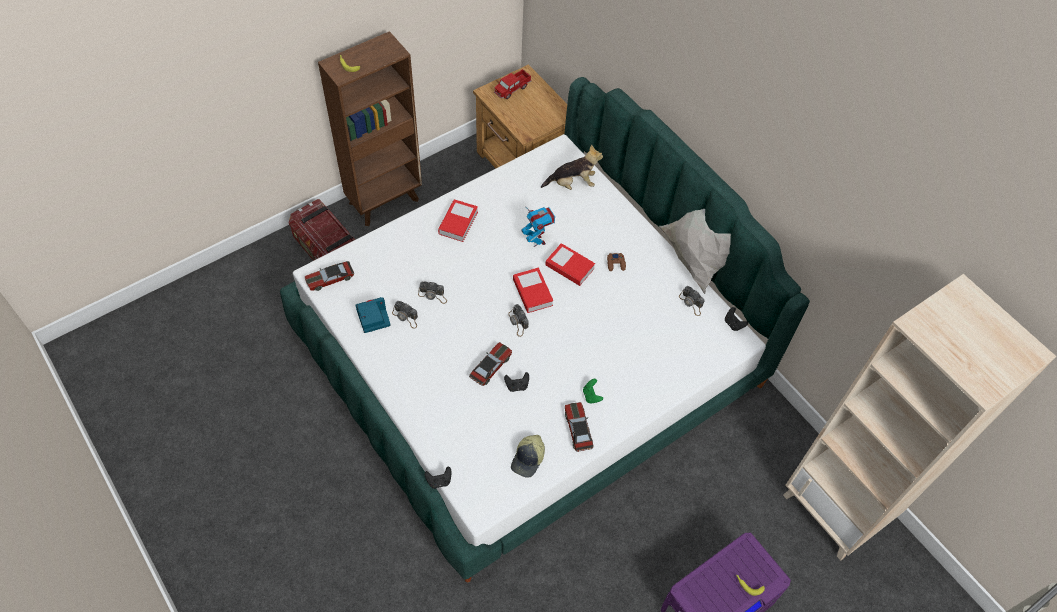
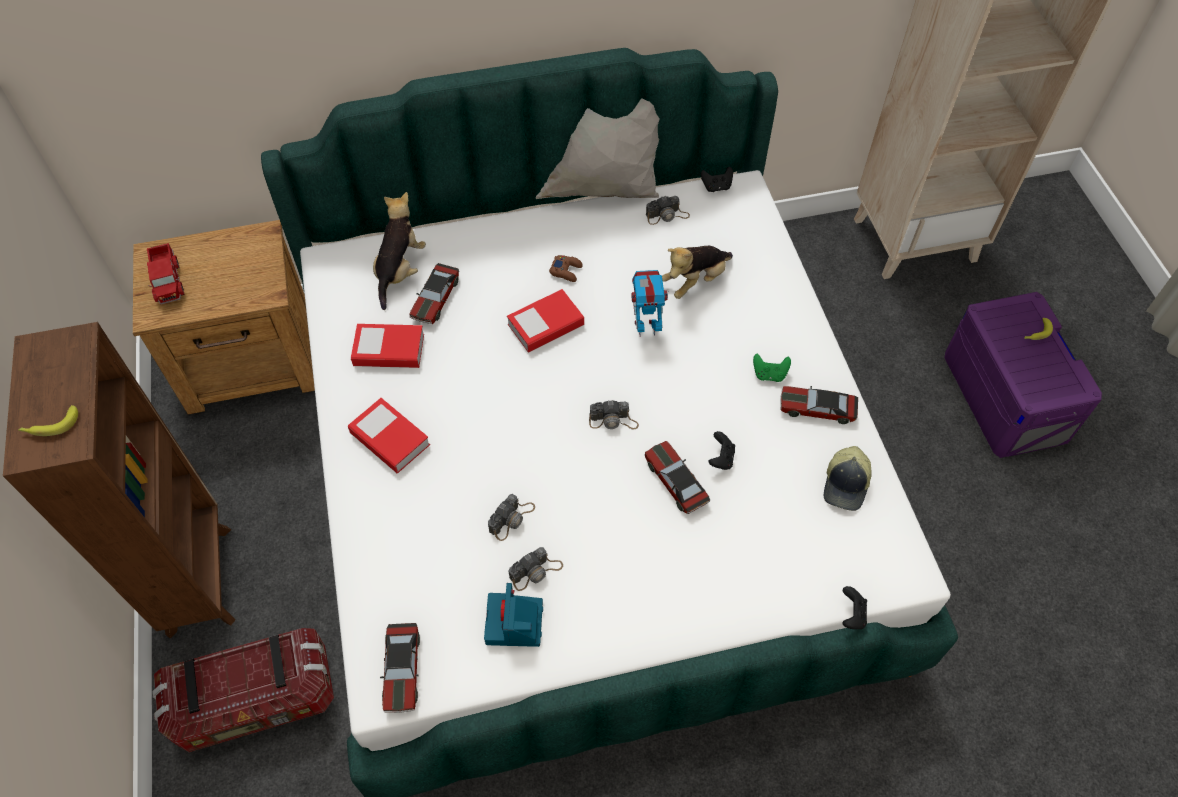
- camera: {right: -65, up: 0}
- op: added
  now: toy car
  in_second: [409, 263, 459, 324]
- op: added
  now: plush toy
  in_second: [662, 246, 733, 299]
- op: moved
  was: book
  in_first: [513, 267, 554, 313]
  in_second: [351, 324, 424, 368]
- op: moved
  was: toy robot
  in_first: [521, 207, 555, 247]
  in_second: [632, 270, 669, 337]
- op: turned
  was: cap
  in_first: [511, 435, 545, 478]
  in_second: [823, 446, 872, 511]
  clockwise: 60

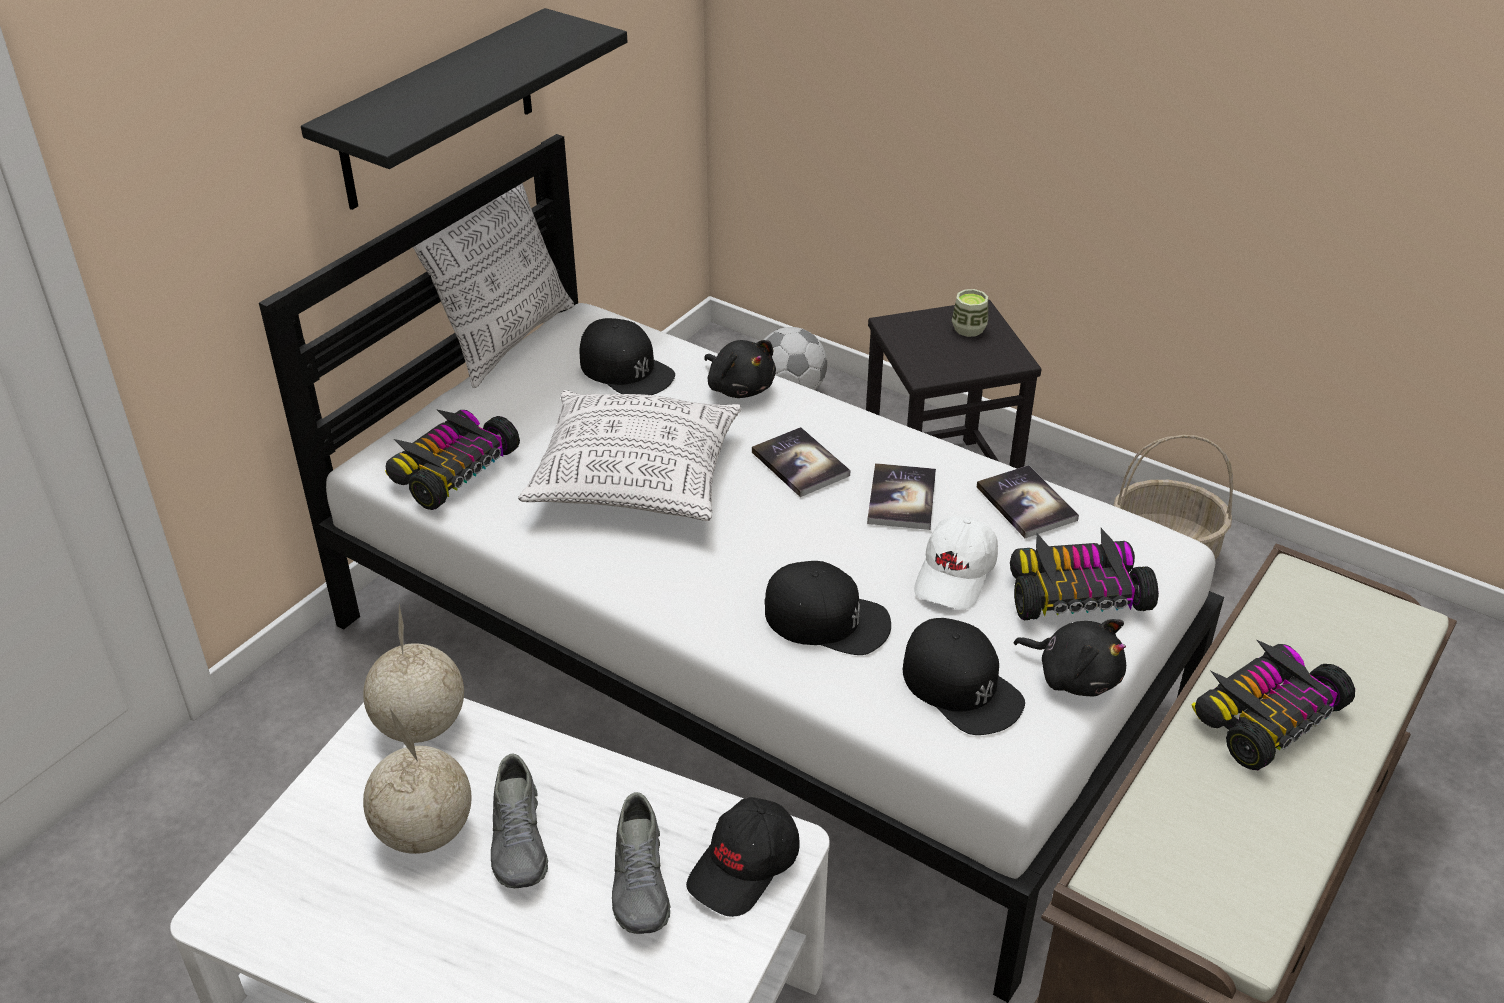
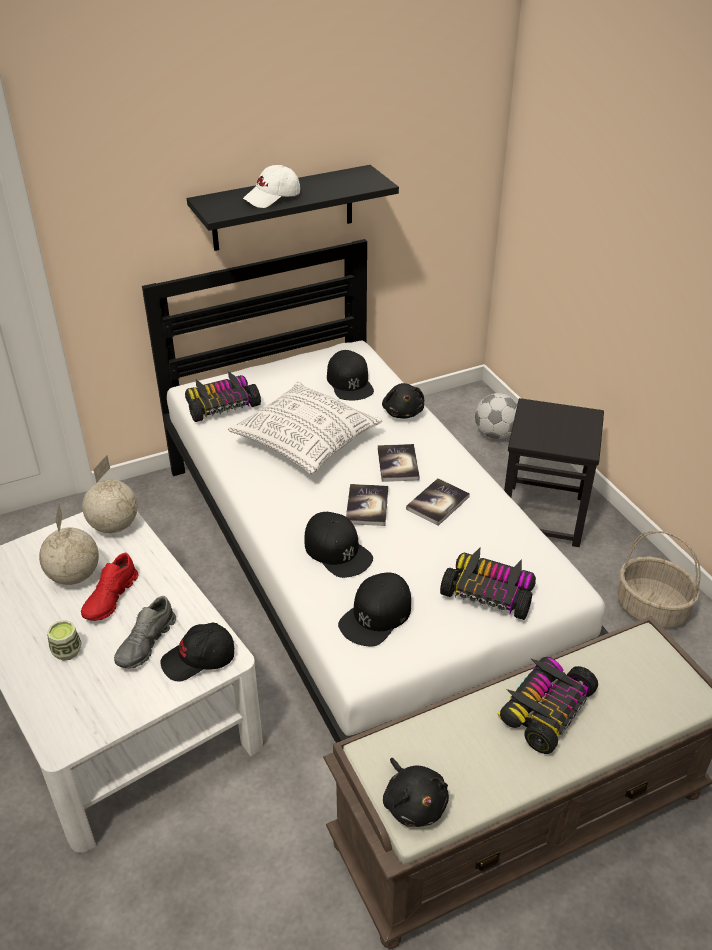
- camera: {right: 30, up: 0}
- op: removed
  was: pillow
  in_first: [413, 183, 574, 388]
- op: moved
  was: cap (white)
  in_first: [914, 516, 998, 610]
  in_second: [243, 165, 300, 208]
- op: moved
  was: cup
  in_first: [952, 289, 988, 337]
  in_second: [47, 620, 82, 661]
- op: moved
  was: book
  in_first: [977, 465, 1079, 538]
  in_second: [346, 484, 388, 526]
- op: moved
  was: plush toy (black)
  in_first: [1013, 619, 1126, 696]
  in_second: [383, 758, 449, 827]
- op: recoloured
  was: shoe (grey)
  now: shoe (red)
  in_first: [491, 753, 548, 888]
  in_second: [81, 553, 138, 621]
- op: turned
  was: cap (black)
  in_first: [903, 618, 1025, 735]
  in_second: [338, 572, 411, 647]
  clockwise: 45
- op: turned
  was: toy car
  in_first: [1191, 640, 1355, 770]
  in_second: [497, 657, 598, 754]
  clockwise: -45

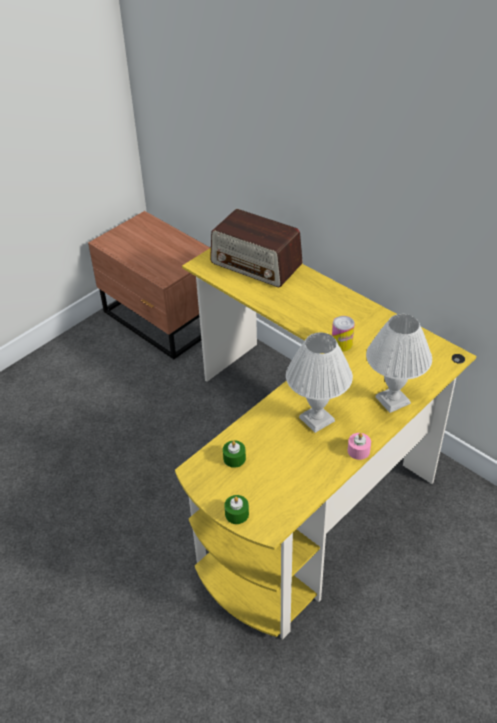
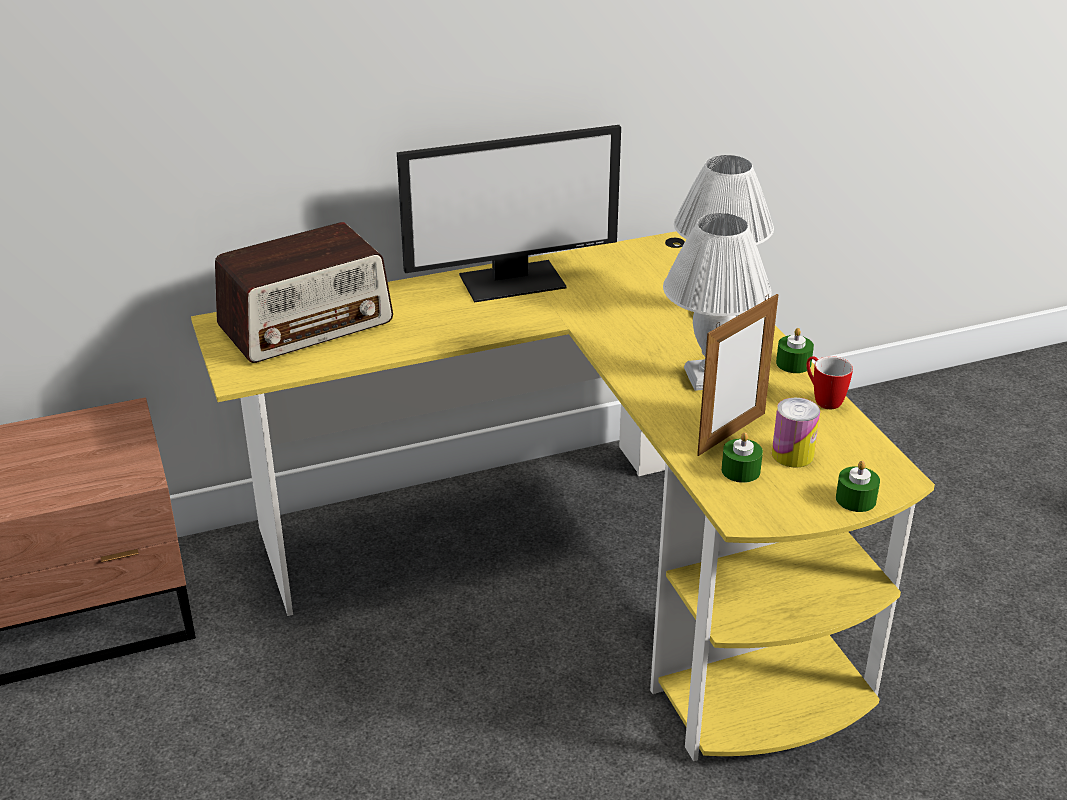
- camera: {right: -65, up: -10}
- op: added
  now: monitor
  in_second: [397, 125, 621, 303]
- op: added
  now: picture frame
  in_second: [697, 294, 778, 456]
- op: added
  now: mug
  in_second: [806, 356, 853, 409]
- op: moved
  was: can
  in_first: [332, 316, 355, 352]
  in_second: [772, 398, 820, 468]
- op: recoloured
  was: candle (pink)
  now: candle (green)
  in_first: [348, 433, 371, 460]
  in_second: [776, 328, 814, 373]

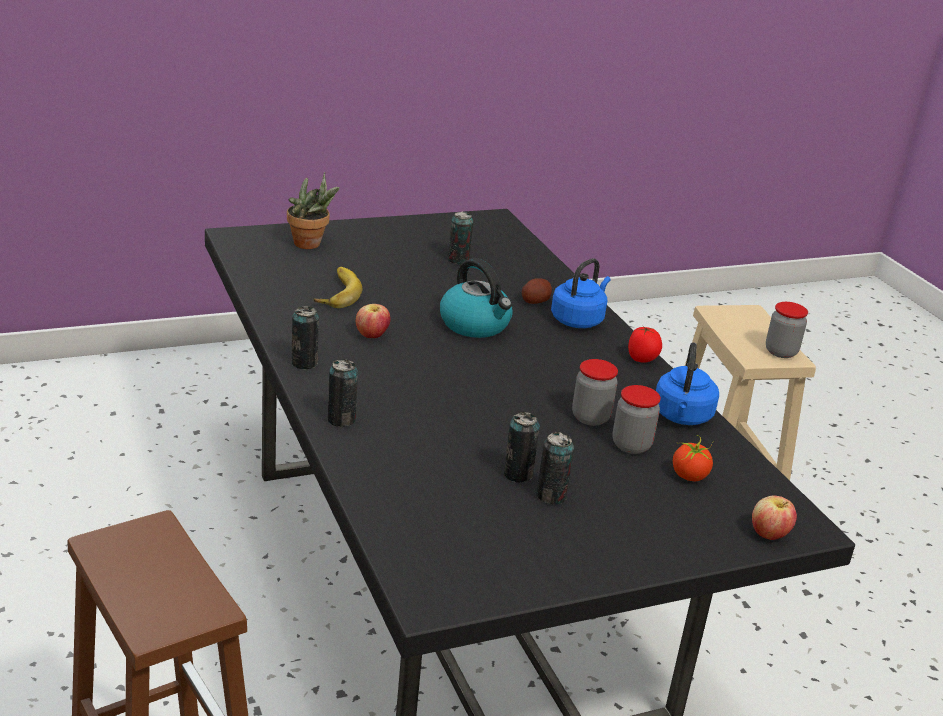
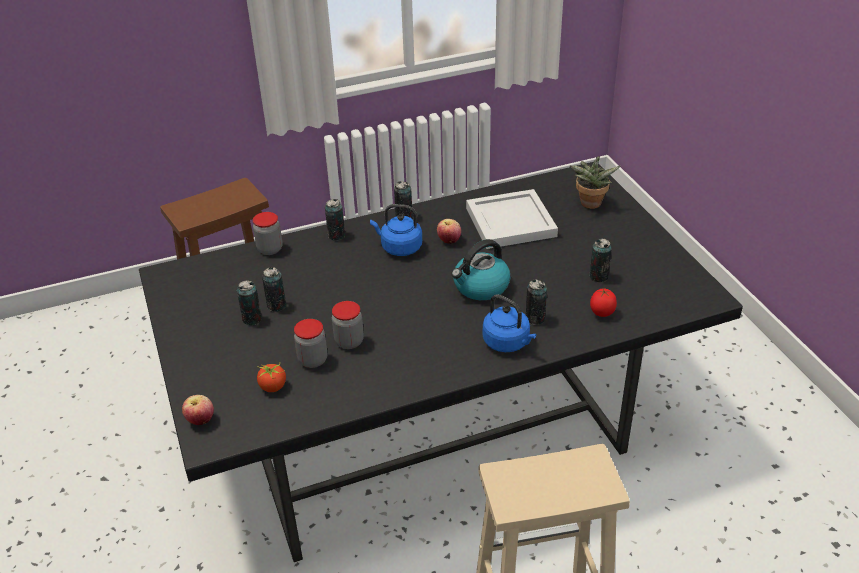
- camera: {right: 95, up: 10}
- op: moved
  was: tomato
  in_first: [628, 326, 662, 363]
  in_second: [590, 289, 617, 317]
- op: moved
  was: kettle (blue)
  in_first: [656, 342, 719, 425]
  in_second: [370, 204, 422, 256]
- op: moved
  was: jar
  in_first: [766, 302, 808, 358]
  in_second: [253, 212, 283, 255]
- op: replaced
  was: banana
  now: tray (white)
  in_first: [314, 267, 362, 308]
  in_second: [466, 189, 558, 249]
- op: replaced
  was: potato
  now: can
  in_first: [522, 278, 552, 304]
  in_second: [526, 279, 547, 325]

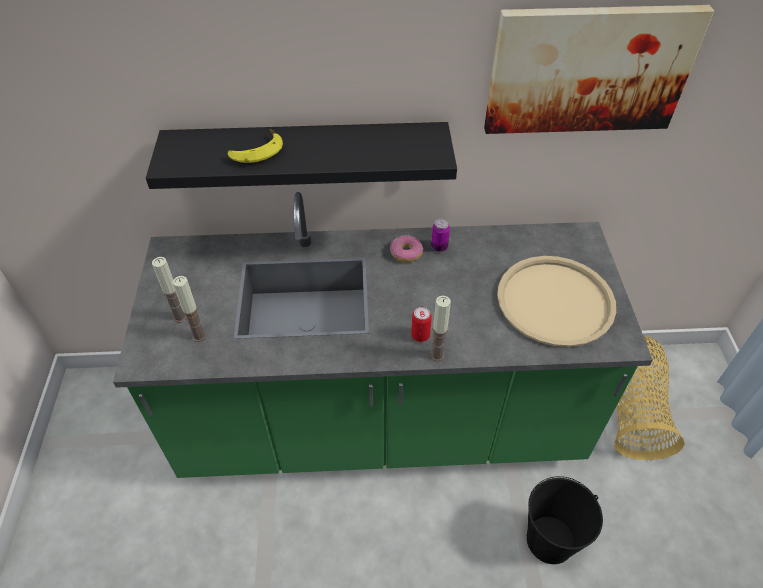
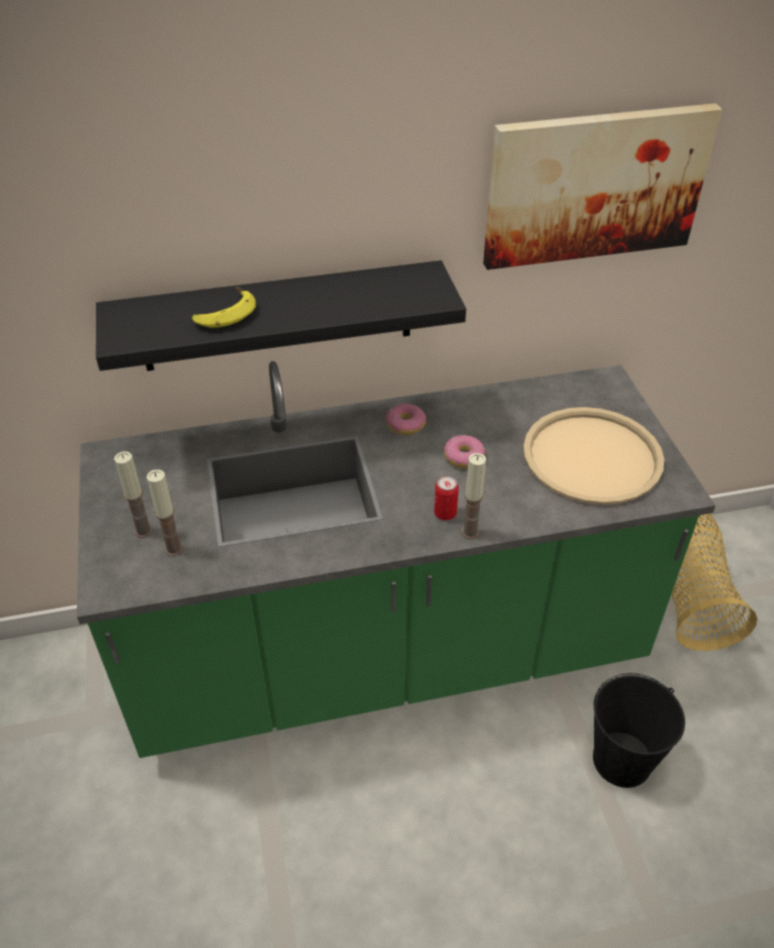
- camera: {right: -10, up: -5}
- op: removed
  was: can
  in_first: [431, 219, 450, 252]
- op: added
  now: donut
  in_second: [444, 435, 485, 468]

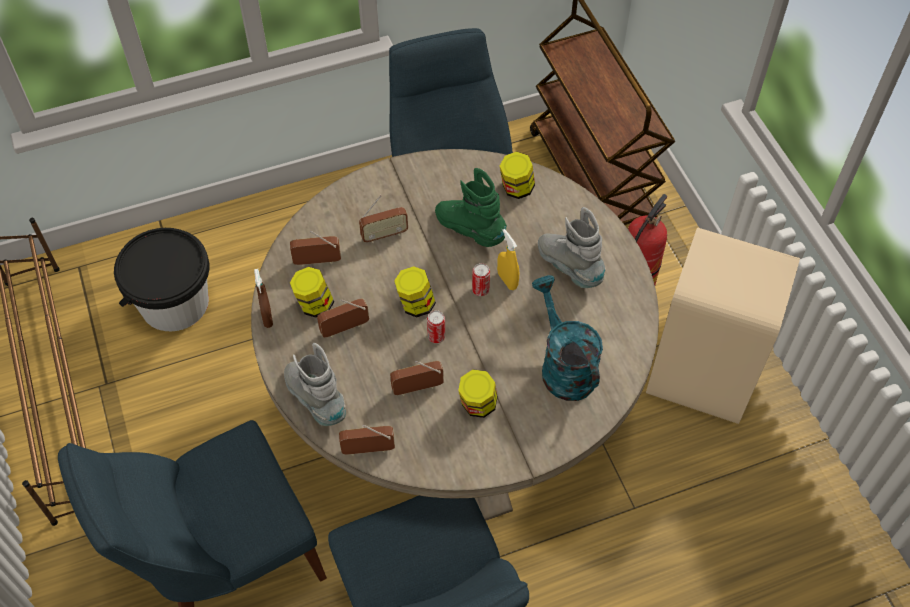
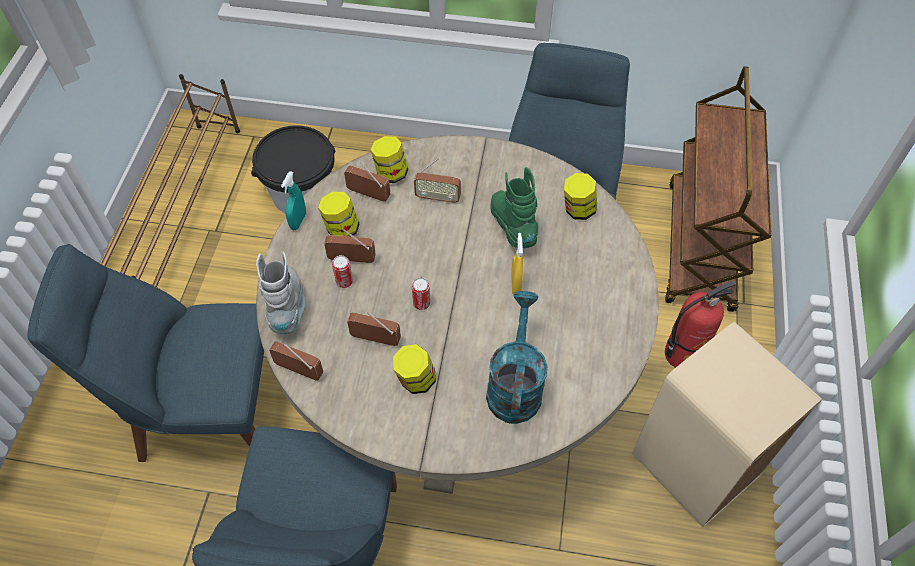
- camera: {right: 30, up: 0}
- op: removed
  was: boot (grey)
  in_first: [538, 207, 606, 288]
- op: moved
  was: jar
  in_first: [394, 266, 436, 317]
  in_second: [370, 136, 408, 183]
- op: moved
  was: can
  in_first: [472, 263, 490, 296]
  in_second: [332, 255, 353, 288]
- op: recoloured
  was: spray bottle (brown)
  now: spray bottle (turquoise)
  in_first: [254, 269, 273, 328]
  in_second: [281, 171, 306, 230]

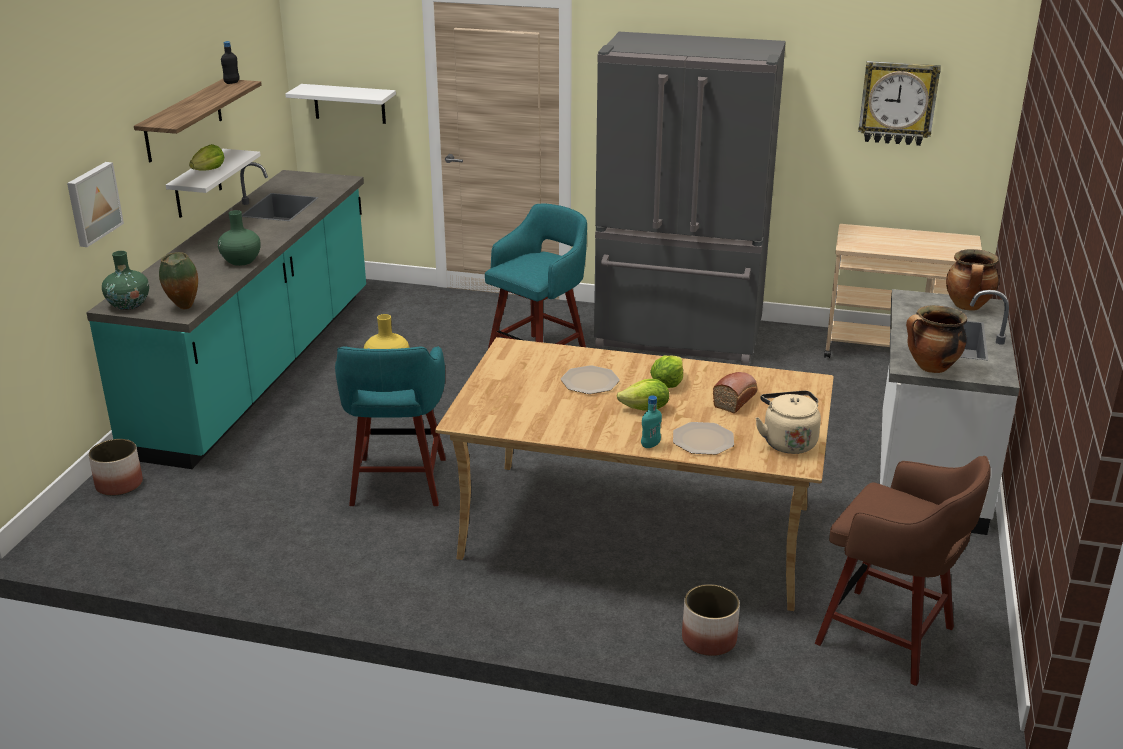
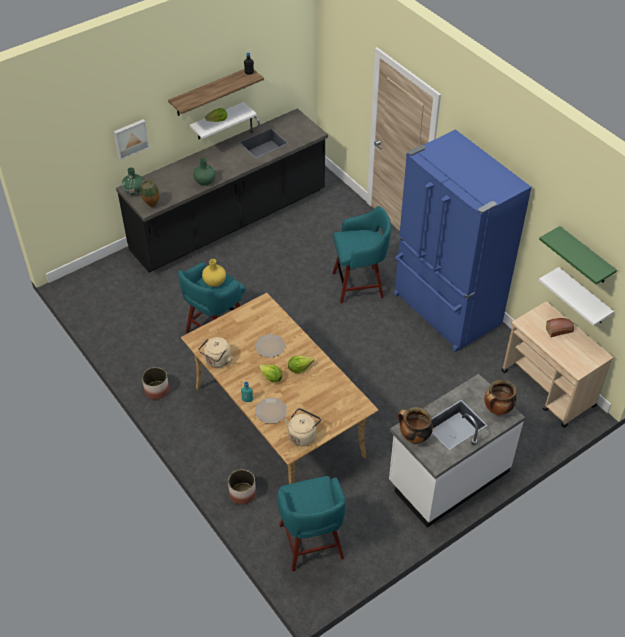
- camera: {right: 40, up: 20}
- op: added
  now: kettle (beige)
  in_second: [198, 337, 233, 368]
- op: moved
  was: planter
  in_first: [88, 439, 143, 496]
  in_second: [142, 367, 169, 400]
- op: moved
  was: shelf (white)
  in_first: [285, 84, 396, 124]
  in_second: [539, 267, 614, 326]
- op: moved
  was: bread
  in_first: [713, 372, 757, 413]
  in_second: [546, 318, 574, 337]
- op: replaced
  was: wall clock
  now: shelf (green)
  in_first: [858, 61, 941, 146]
  in_second: [539, 226, 617, 284]
- op: recoloured
  was: counter (turquoise)
  now: counter (black)
  in_first: [86, 162, 366, 469]
  in_second: [116, 108, 328, 273]
- op: recoloured
  was: fridge (grey)
  now: fridge (blue)
  in_first: [594, 32, 786, 365]
  in_second: [393, 129, 532, 352]
- op: recoloured
  was: stool (brown)
  now: stool (turquoise)
  in_first: [815, 456, 991, 686]
  in_second: [277, 476, 346, 572]

